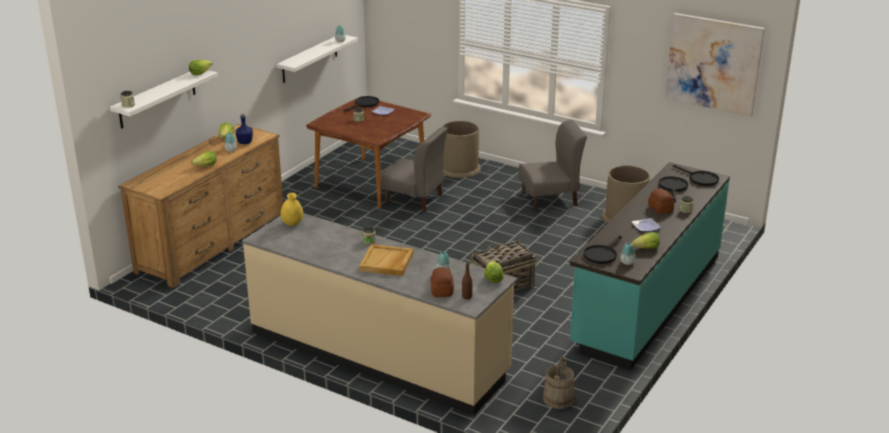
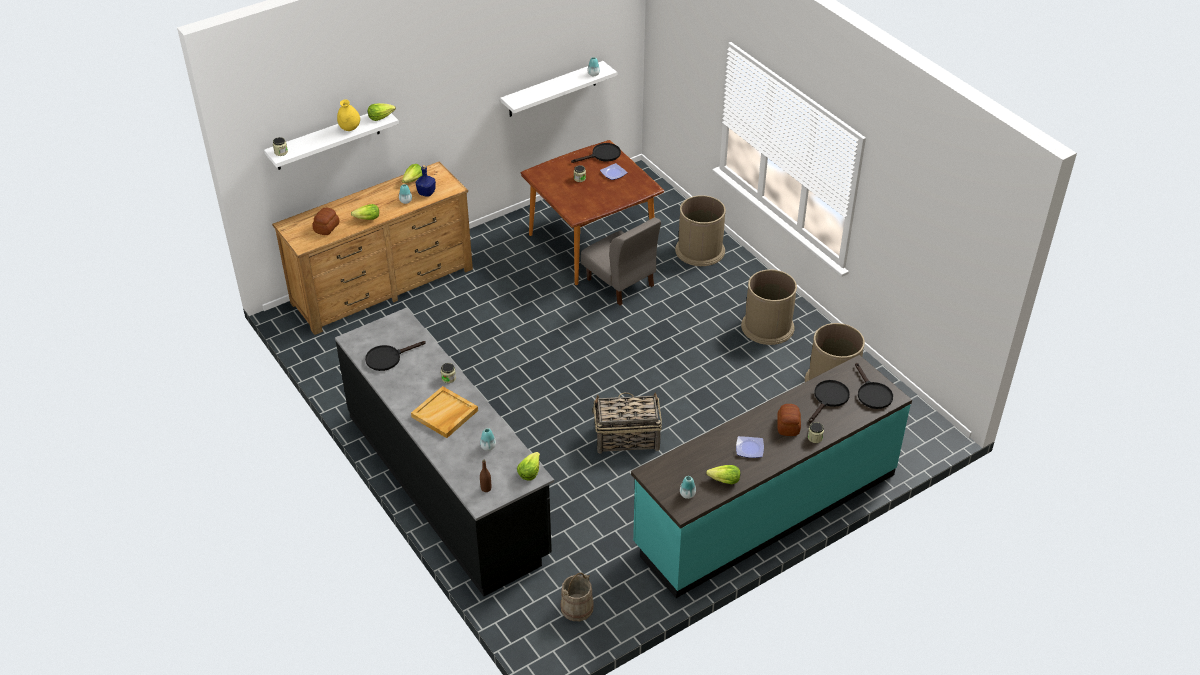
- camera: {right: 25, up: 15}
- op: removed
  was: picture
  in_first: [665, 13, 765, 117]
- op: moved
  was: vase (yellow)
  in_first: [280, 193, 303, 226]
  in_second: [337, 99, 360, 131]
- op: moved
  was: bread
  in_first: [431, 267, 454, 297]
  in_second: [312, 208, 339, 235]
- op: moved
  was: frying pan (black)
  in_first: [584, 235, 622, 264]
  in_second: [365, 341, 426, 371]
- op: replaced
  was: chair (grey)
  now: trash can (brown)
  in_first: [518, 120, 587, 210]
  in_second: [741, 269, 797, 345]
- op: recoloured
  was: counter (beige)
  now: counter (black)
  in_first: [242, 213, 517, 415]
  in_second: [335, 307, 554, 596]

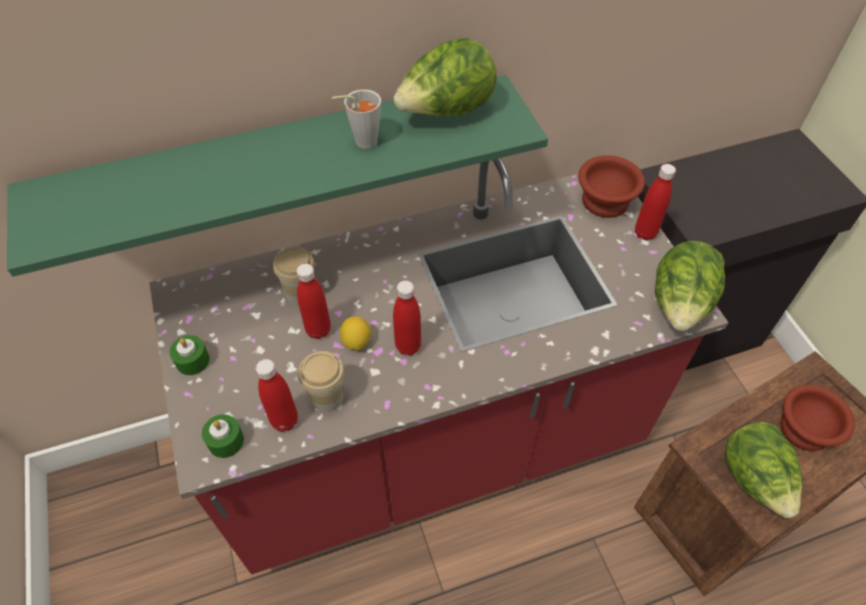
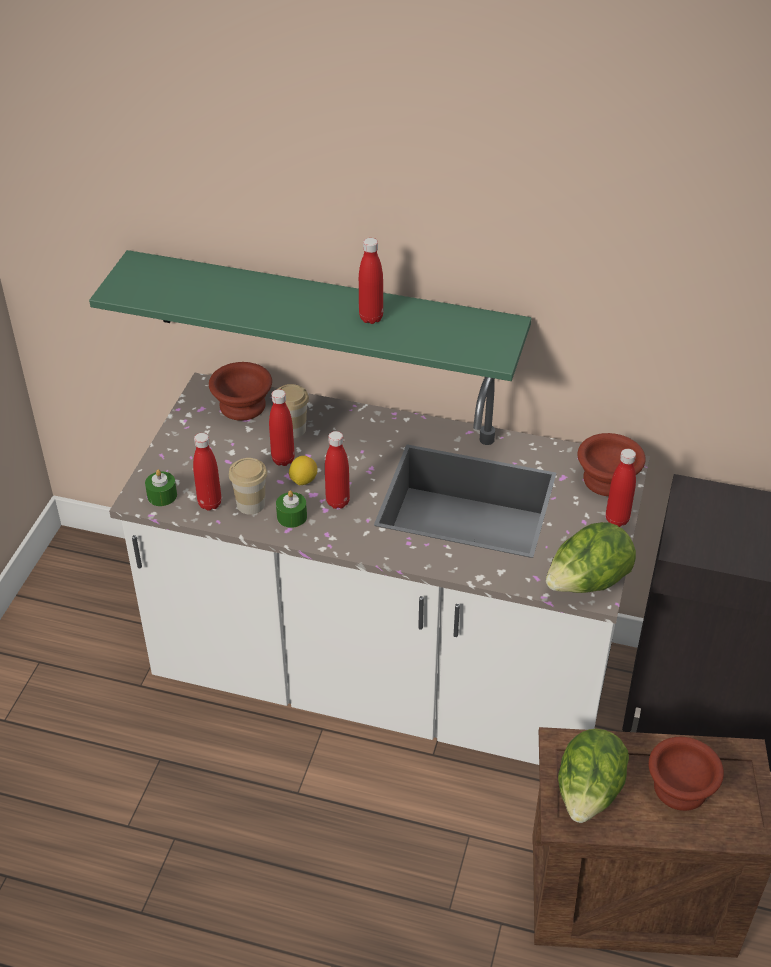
- camera: {right: 35, up: -10}
- op: removed
  was: lettuce
  in_first: [393, 38, 497, 116]
- op: added
  now: bowl (brown)
  in_second: [209, 362, 272, 421]
- op: moved
  was: candle (green)
  in_first: [169, 335, 210, 375]
  in_second: [276, 490, 307, 528]
- op: replaced
  was: cup (grey)
  now: bottle (red)
  in_first: [332, 89, 381, 149]
  in_second: [359, 238, 383, 324]
- op: recoloured
  was: counter (red)
  now: counter (white)
  in_first: [149, 158, 729, 574]
  in_second: [109, 373, 650, 765]

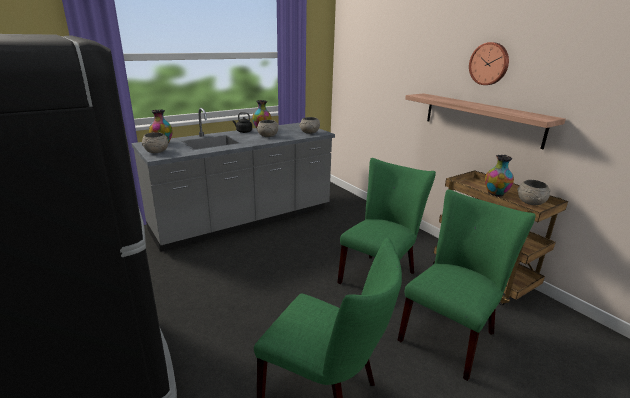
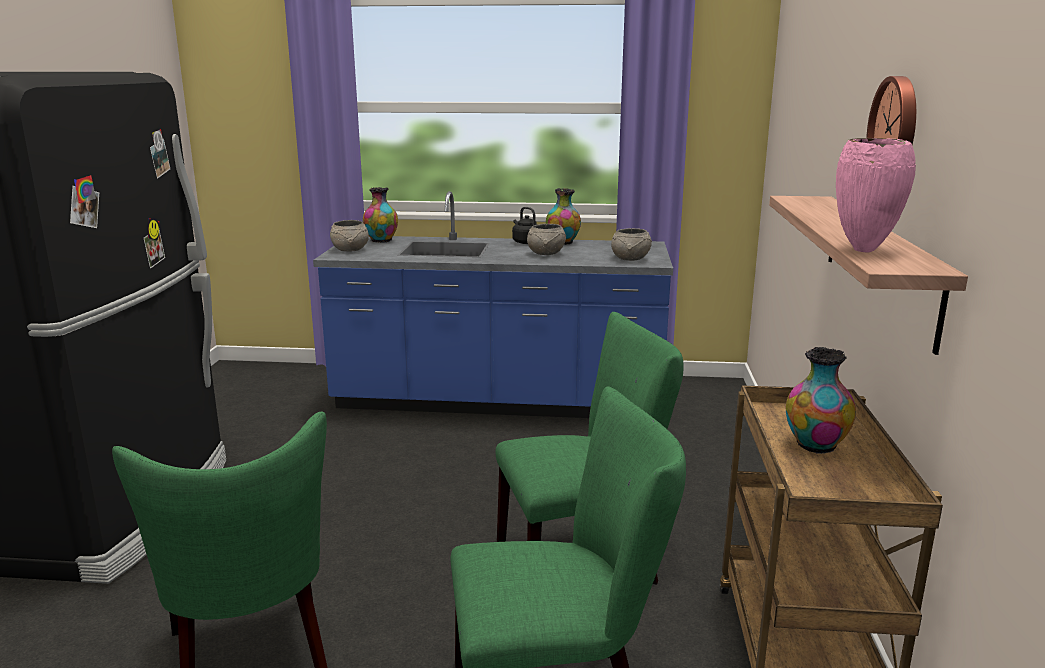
- camera: {right: 40, up: -5}
- op: removed
  was: bowl (grey)
  in_first: [517, 180, 551, 205]
- op: added
  now: vase (pink)
  in_second: [836, 138, 916, 253]
- op: recoloured
  was: counter (grey)
  now: counter (blue)
  in_first: [132, 108, 335, 252]
  in_second: [313, 191, 673, 418]

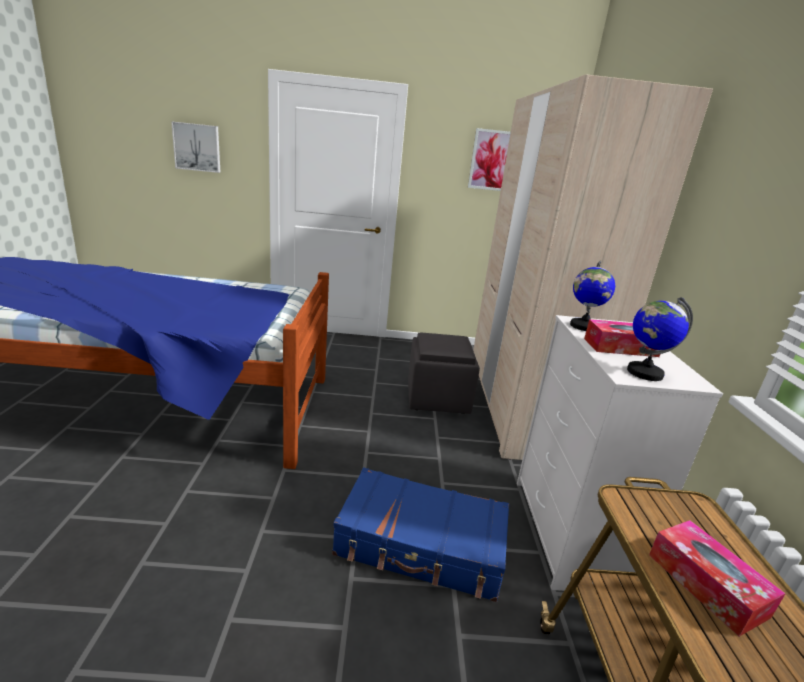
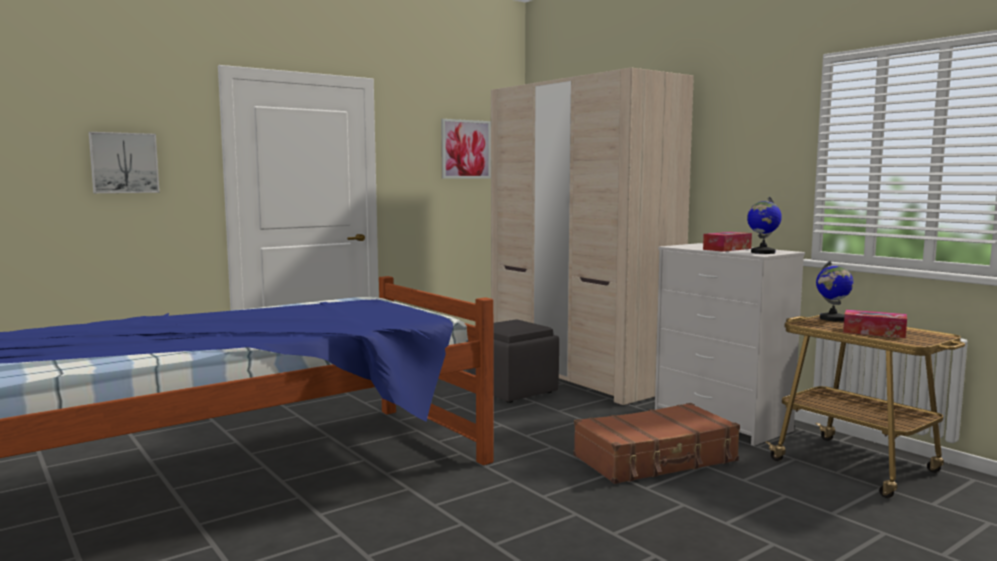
- camera: {right: -35, up: -15}
- op: moved
  was: globe
  in_first: [570, 261, 615, 331]
  in_second: [816, 260, 854, 321]
- op: recoloured
  was: suitcase (blue)
  now: suitcase (brown)
  in_first: [332, 467, 509, 602]
  in_second: [573, 403, 740, 484]

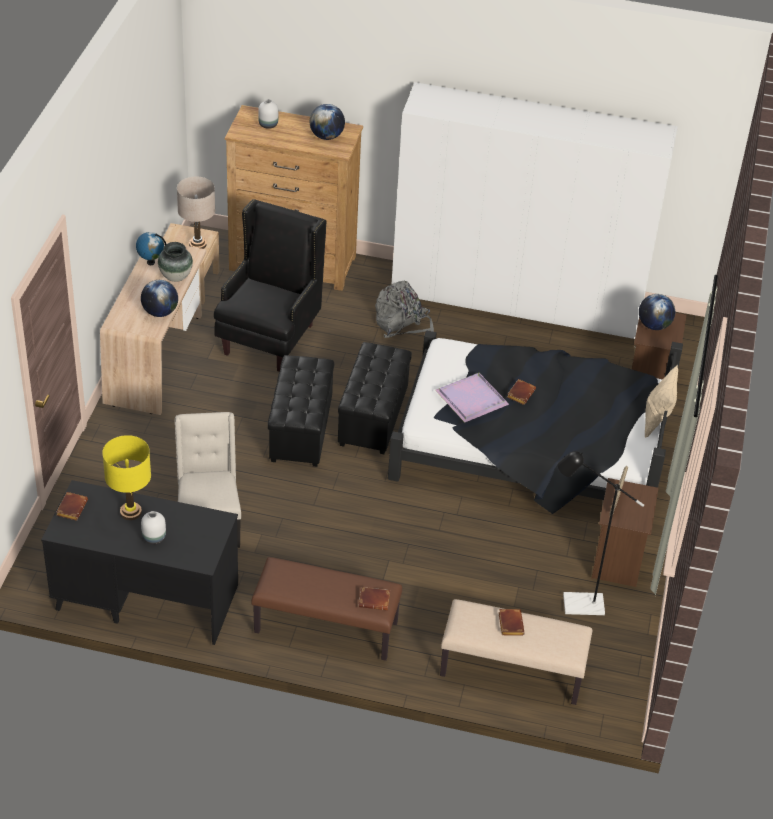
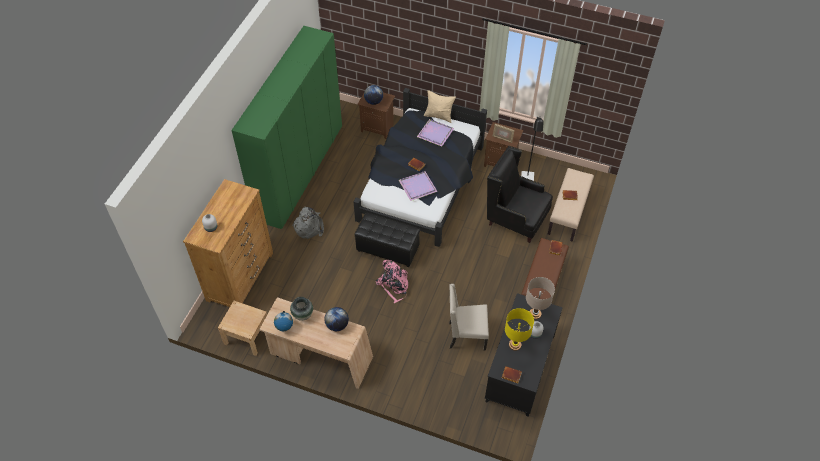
- camera: {right: -80, up: 10}
- op: removed
  was: globe
  in_first: [310, 104, 345, 140]
- op: added
  now: tray (purple)
  in_second: [417, 119, 454, 147]
- op: moved
  was: table lamp (beige)
  in_first: [177, 177, 215, 249]
  in_second: [526, 277, 555, 319]
- op: moved
  was: armchair (black)
  in_first: [214, 199, 327, 372]
  in_second: [487, 146, 553, 243]
- op: replaced
  was: ottoman (black)
  now: backpack (pink)
  in_first: [268, 355, 334, 467]
  in_second: [376, 260, 409, 303]
- op: recoloured
  was: wardrobe (white)
  now: wardrobe (green)
  in_first: [392, 82, 678, 339]
  in_second: [232, 26, 342, 229]

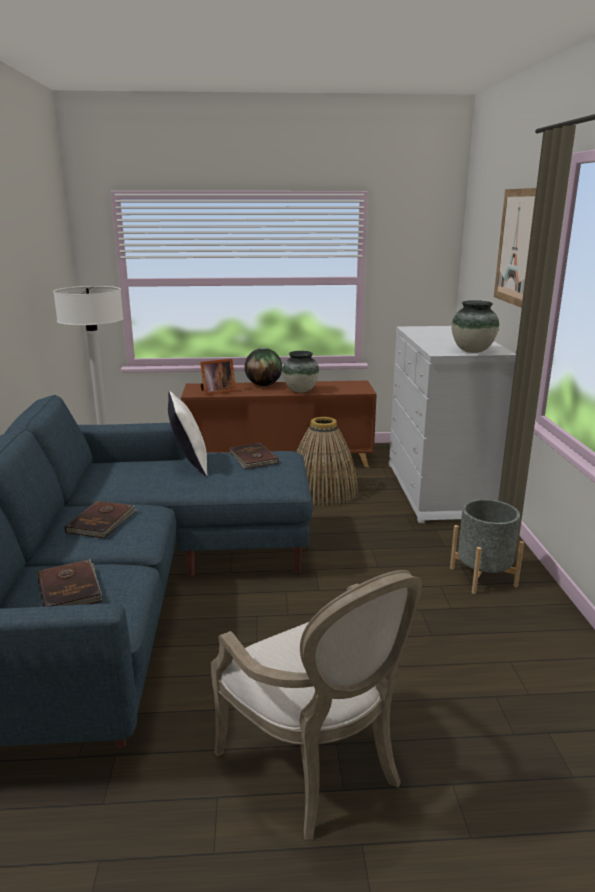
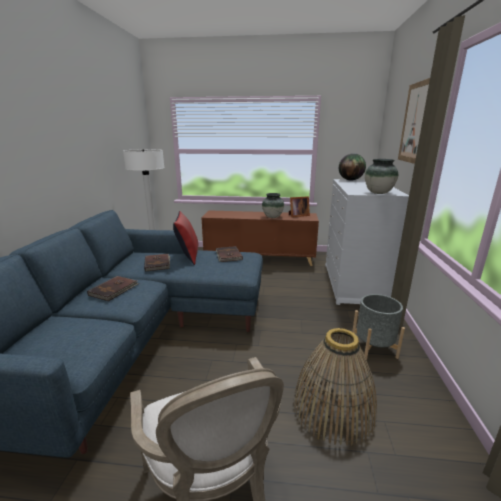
- camera: {right: 10, up: 0}
- op: moved
  was: book (brown)
  in_first: [38, 559, 102, 607]
  in_second: [144, 254, 170, 272]
- op: moved
  was: picture frame
  in_first: [200, 359, 236, 395]
  in_second: [289, 196, 310, 217]
- op: moved
  was: globe
  in_first: [244, 348, 282, 386]
  in_second: [339, 153, 366, 180]
- op: moved
  was: basket
  in_first: [296, 417, 358, 506]
  in_second: [293, 328, 377, 446]
- op: recoloured
  was: pillow (white)
  now: pillow (red)
  in_first: [168, 391, 207, 476]
  in_second: [173, 211, 198, 265]

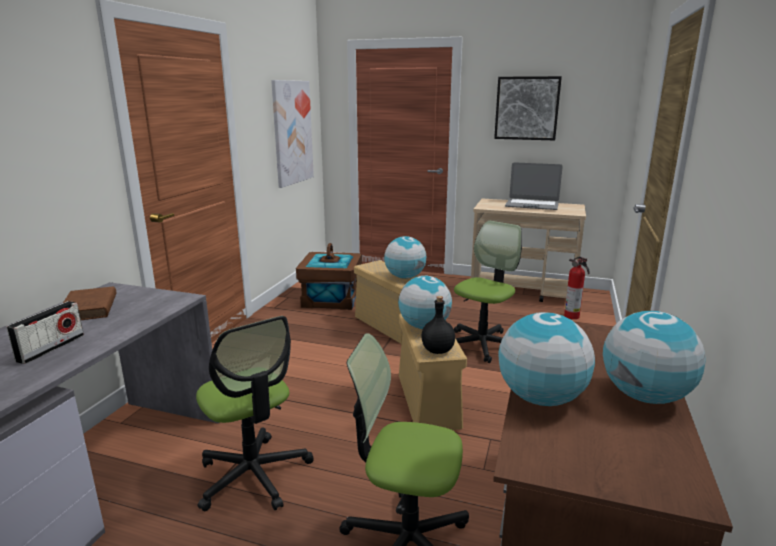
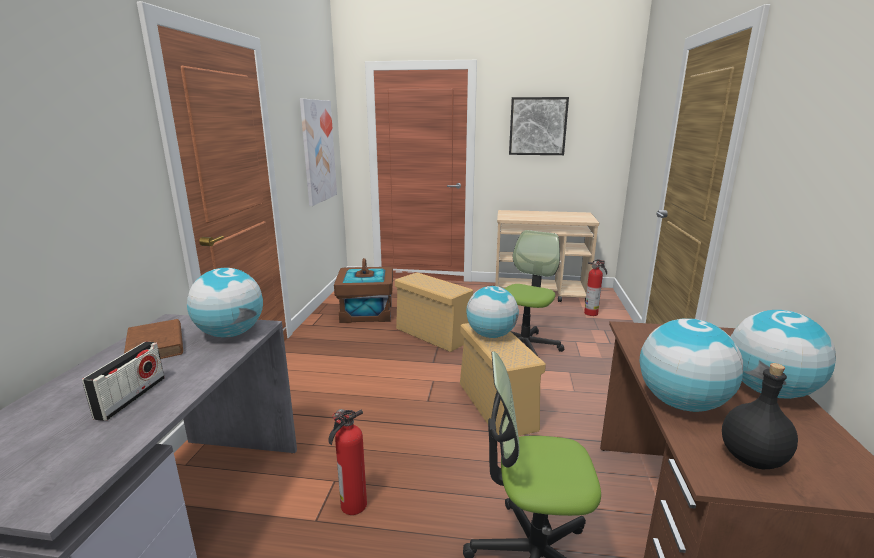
- camera: {right: -10, up: 0}
- op: removed
  was: laptop
  in_first: [505, 162, 563, 210]
- op: moved
  was: globe
  in_first: [384, 236, 426, 279]
  in_second: [187, 268, 263, 338]
- op: moved
  was: bottle (black)
  in_first: [421, 296, 455, 354]
  in_second: [722, 363, 798, 469]
- op: replaced
  was: office chair
  now: fire extinguisher
  in_first: [196, 316, 314, 512]
  in_second: [328, 409, 367, 515]

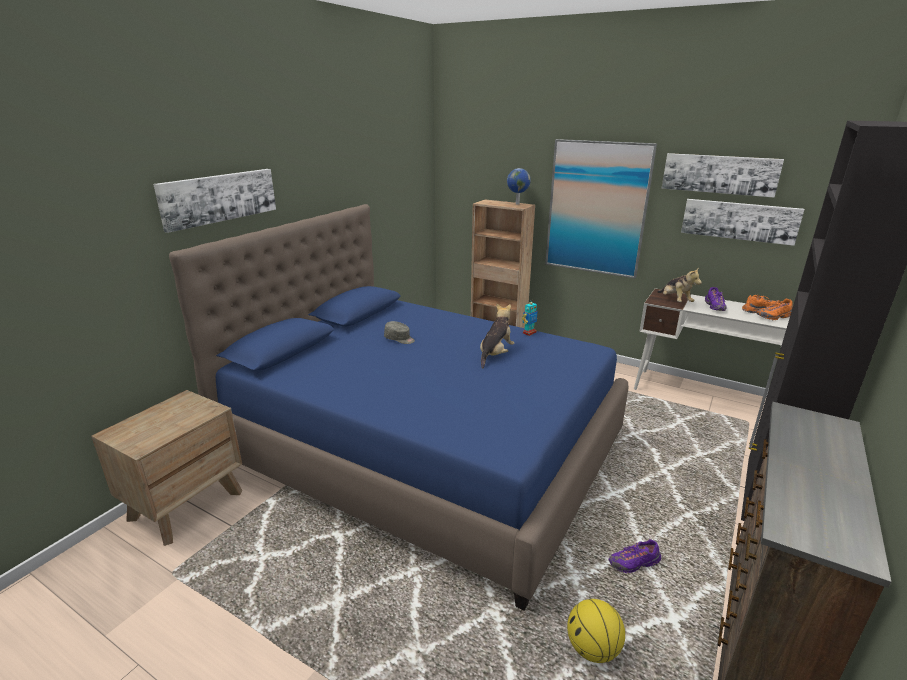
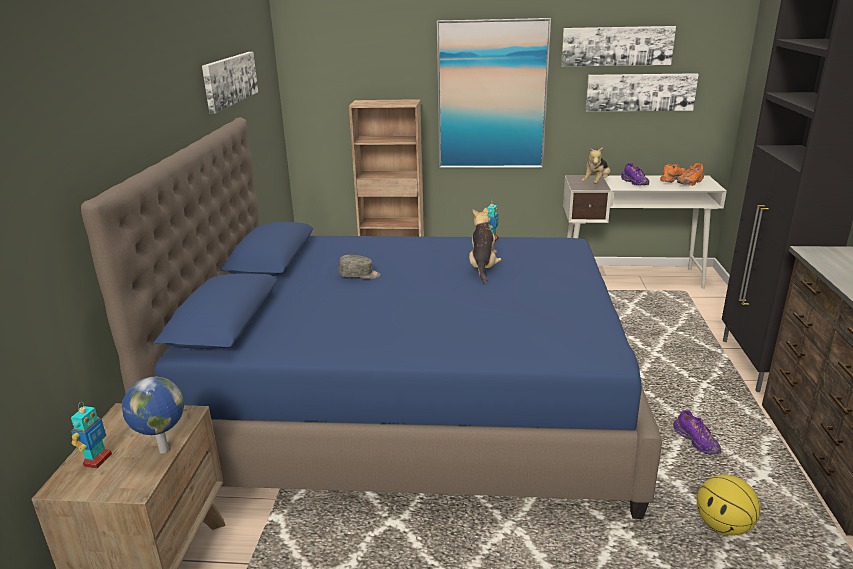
- camera: {right: -25, up: 0}
- op: added
  now: toy robot
  in_second: [71, 402, 112, 469]
- op: moved
  was: picture
  in_first: [153, 169, 276, 233]
  in_second: [202, 52, 258, 113]
- op: moved
  was: globe
  in_first: [507, 168, 531, 205]
  in_second: [122, 377, 184, 454]
- op: turned
  was: shoe (purple)
  in_first: [608, 539, 661, 573]
  in_second: [673, 410, 721, 455]
  clockwise: -75
- op: turned
  was: plush toy
  in_first: [657, 267, 702, 302]
  in_second: [581, 147, 611, 184]
  clockwise: 75

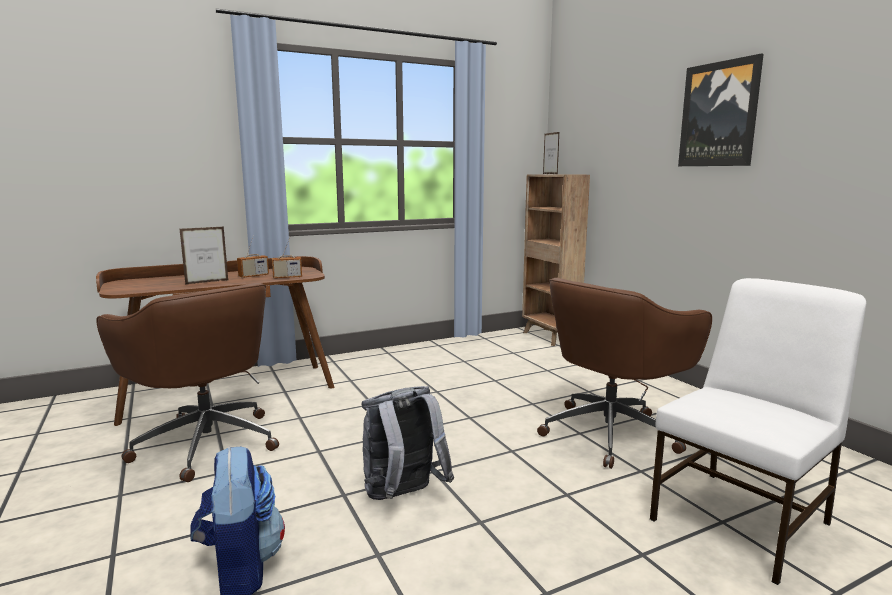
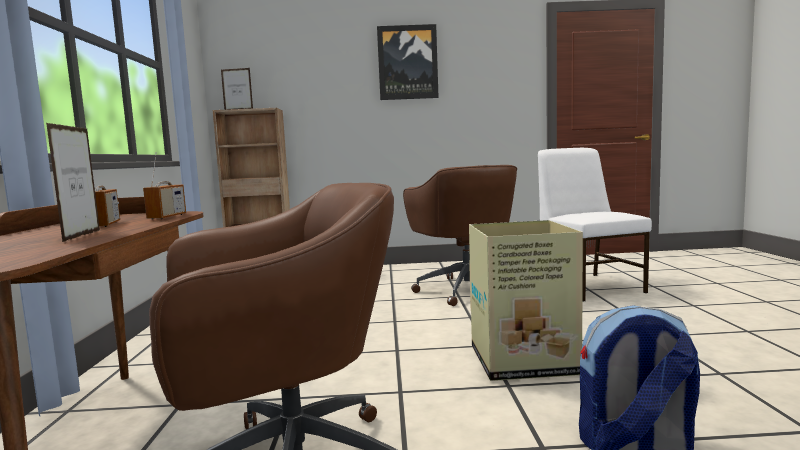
- camera: {right: -65, up: -5}
- op: replaced
  was: backpack (grey)
  now: cardboard box
  in_first: [362, 386, 454, 500]
  in_second: [469, 220, 583, 381]

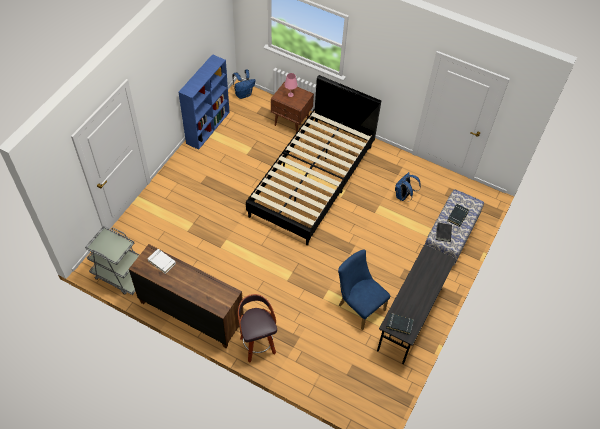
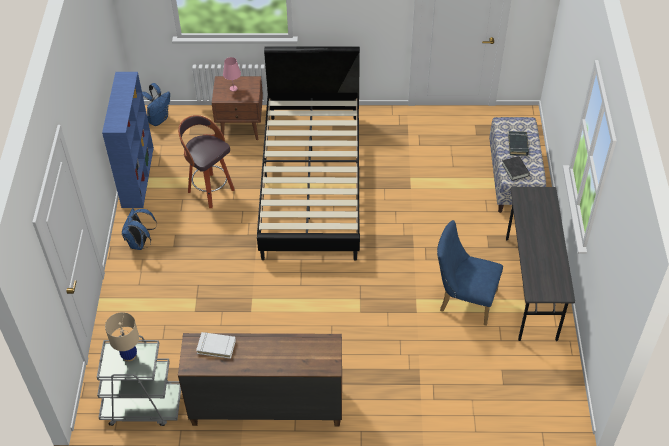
- camera: {right: -25, up: -5}
- op: removed
  was: book (black)
  in_first: [386, 313, 414, 335]
- op: added
  now: table lamp (beige)
  in_second: [105, 312, 139, 362]
- op: moved
  was: stool
  in_first: [238, 294, 277, 363]
  in_second: [178, 115, 234, 208]
- op: moved
  was: backpack (blue)
  in_first: [395, 172, 421, 202]
  in_second: [122, 208, 157, 250]

